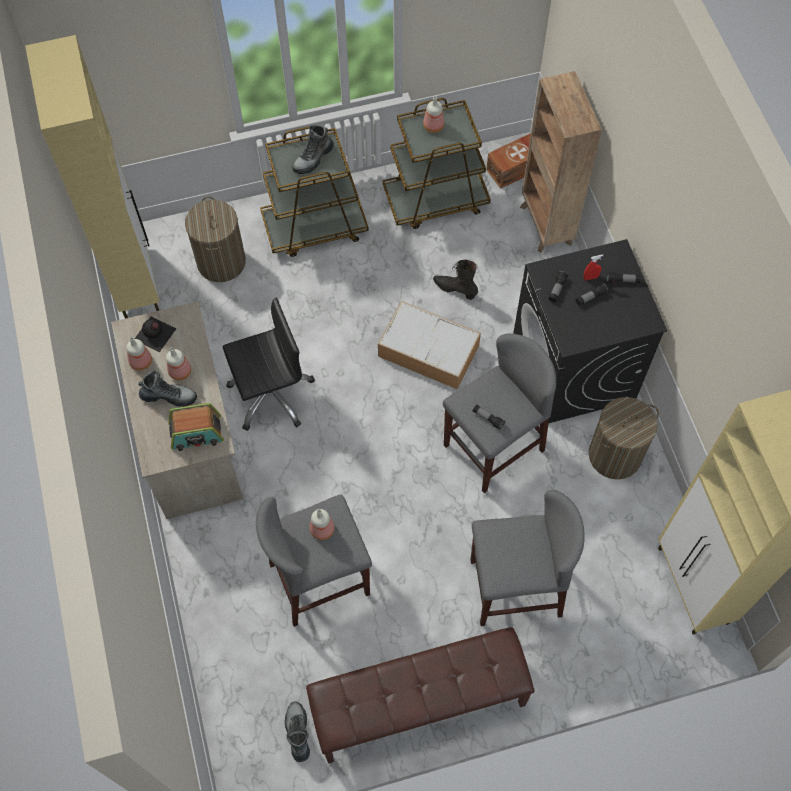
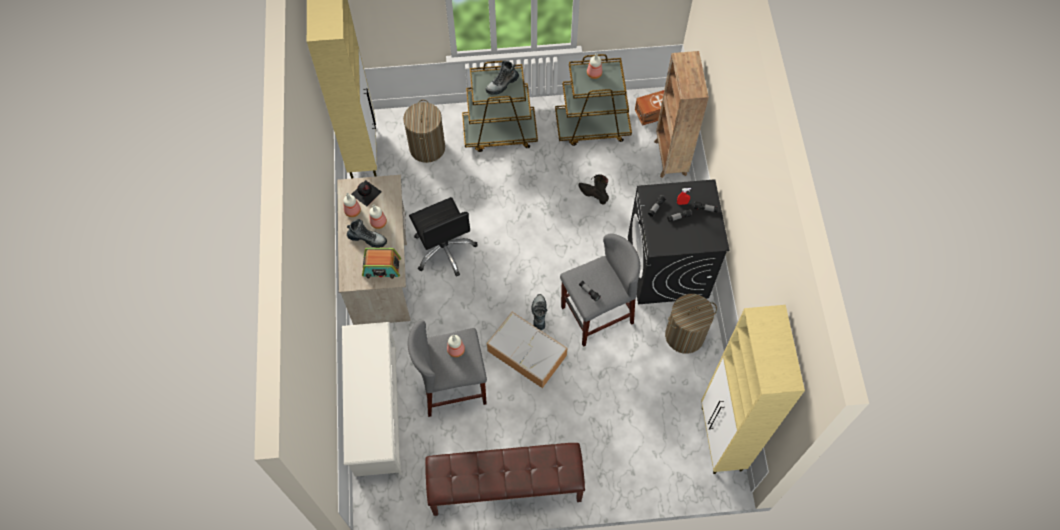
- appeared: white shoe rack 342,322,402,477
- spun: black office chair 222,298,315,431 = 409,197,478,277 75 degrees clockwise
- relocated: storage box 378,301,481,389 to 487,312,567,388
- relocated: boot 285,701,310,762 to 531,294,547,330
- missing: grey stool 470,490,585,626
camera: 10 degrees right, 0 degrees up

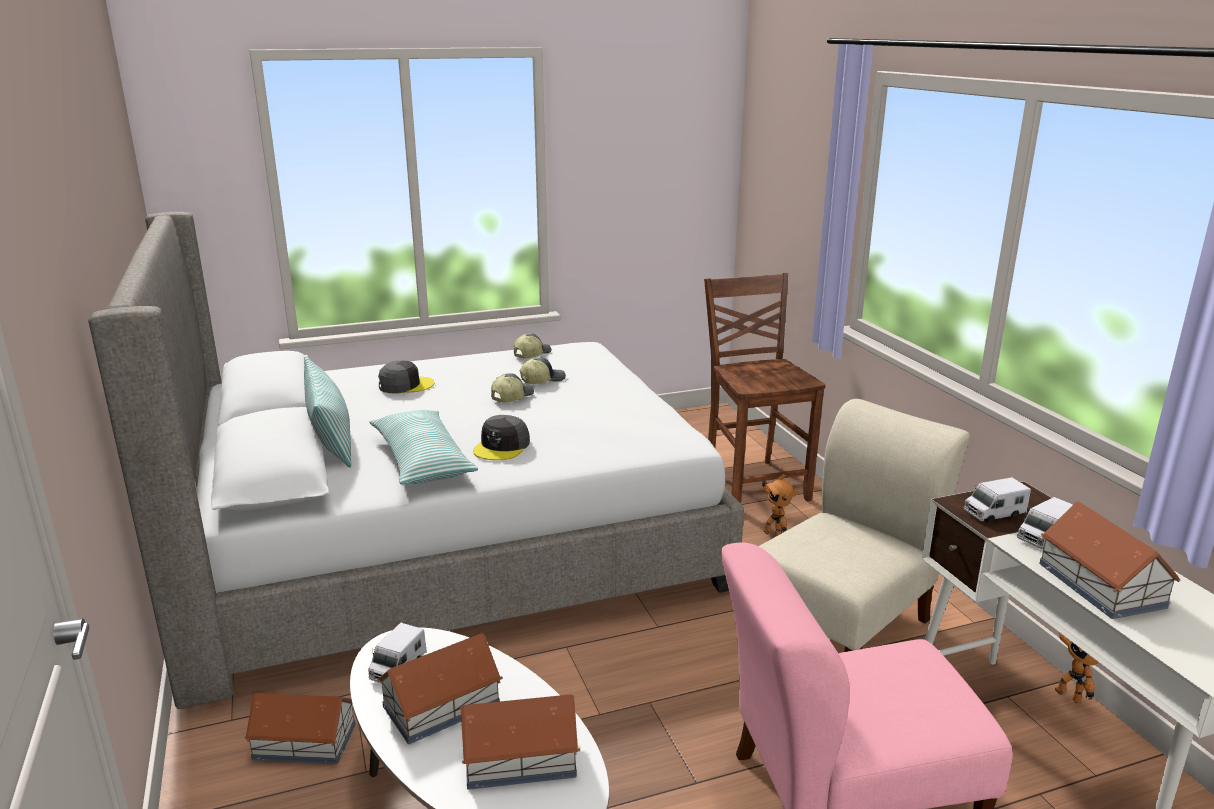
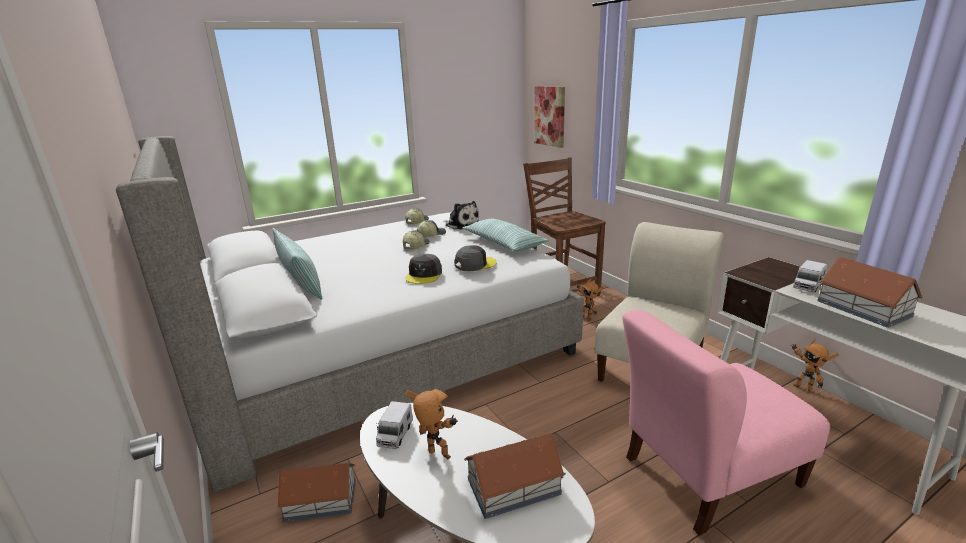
- exchanged: toy house 377,633,503,744 to toy robot 405,389,458,459
- appeared: plush toy 443,201,479,229
- relocated: grey cap 378,360,435,393 to 455,245,497,271
- relocated: pillow 369,410,478,484 to 463,219,549,252
- appeared: picture 534,86,565,148
- missing: toy truck 964,477,1031,522
camera: 10 degrees left, 0 degrees up

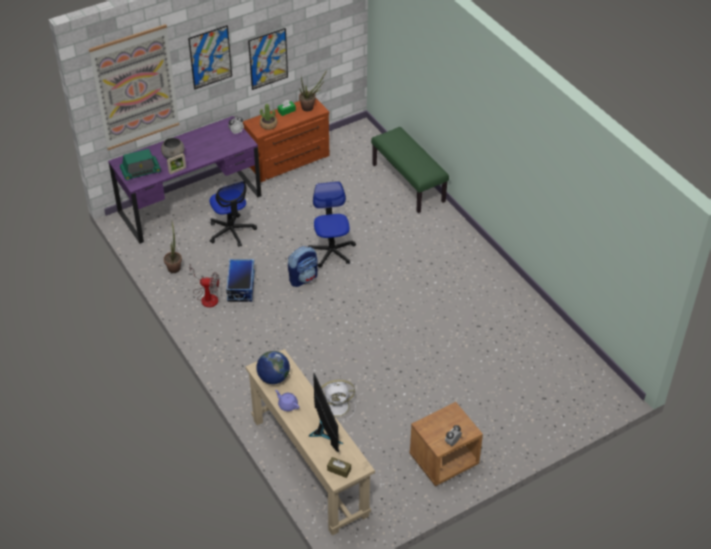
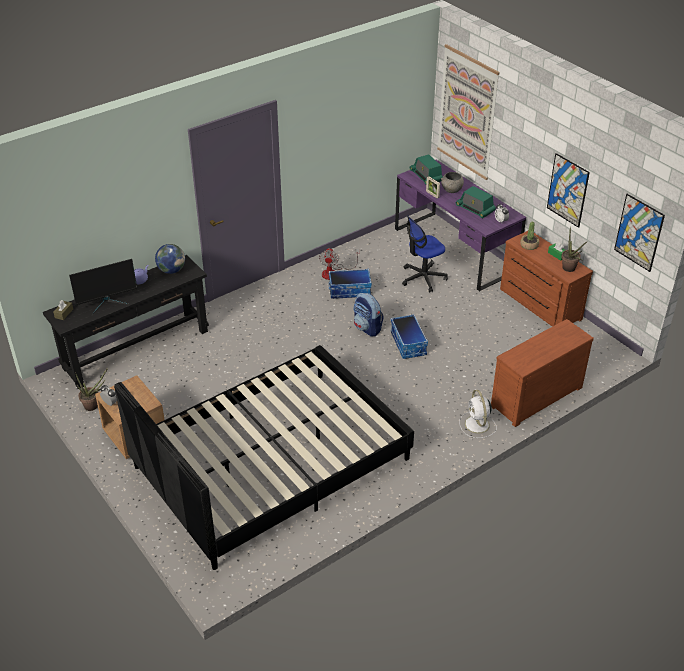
- colour: beige console table 245,349,375,536 to black console table 43,255,209,389
- relocated: potted plant 164,222,182,273 to 75,367,108,411
- appeared: black bed 114,345,414,570
- exchanged: office chair 308,181,356,268 to storage box 391,314,428,359
- appeared: radio 456,186,496,218
- relocated: white fan 321,380,355,420 to 460,390,496,438
- exchanged: green bench 371,127,449,213 to brown dresser 491,319,594,427
- relocated: picture 188,25,232,89 to 614,194,665,272
camera: 85 degrees right, 5 degrees down

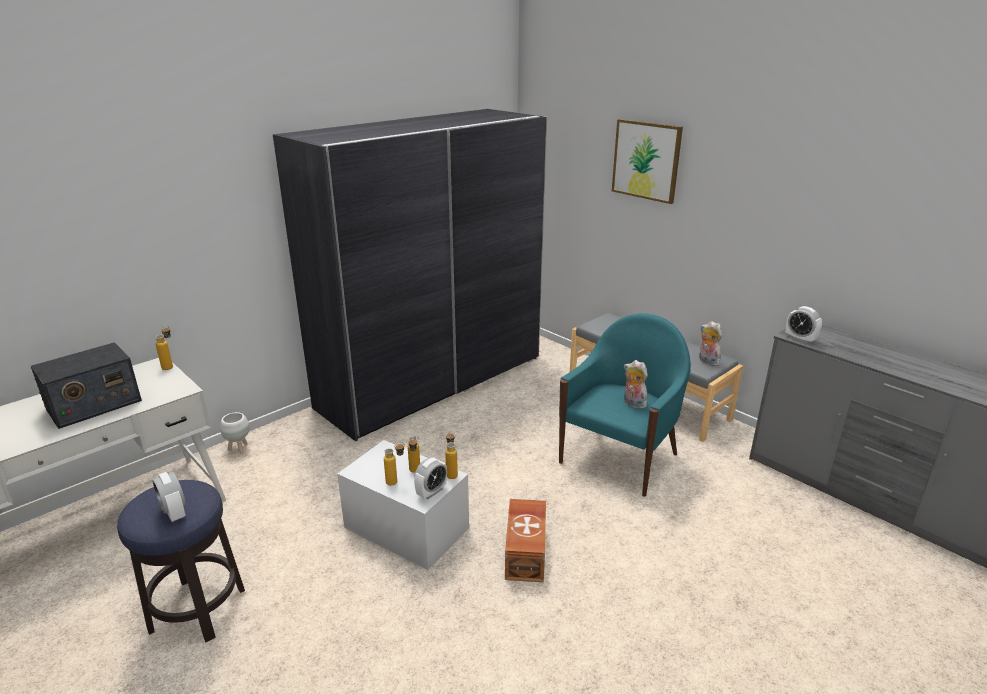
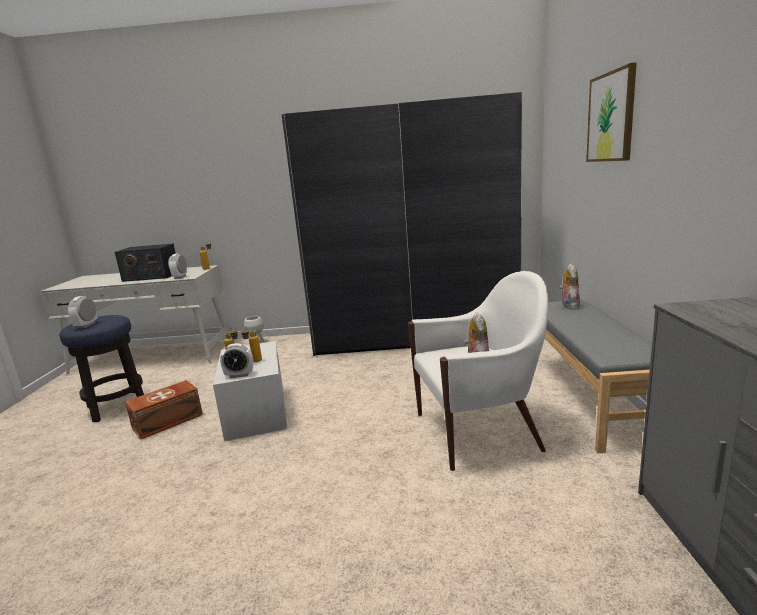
- relocated: brown storage box 505,499,546,582 to 125,380,203,440
- relocated: alarm clock 786,306,822,344 to 168,254,187,279
- colour: turquoise armchair 559,313,691,497 to white armchair 408,271,548,471
- relocated: plush toy 699,321,722,366 to 560,264,580,310
- missing: bottle 445,432,458,479
camera: 45 degrees right, 10 degrees down

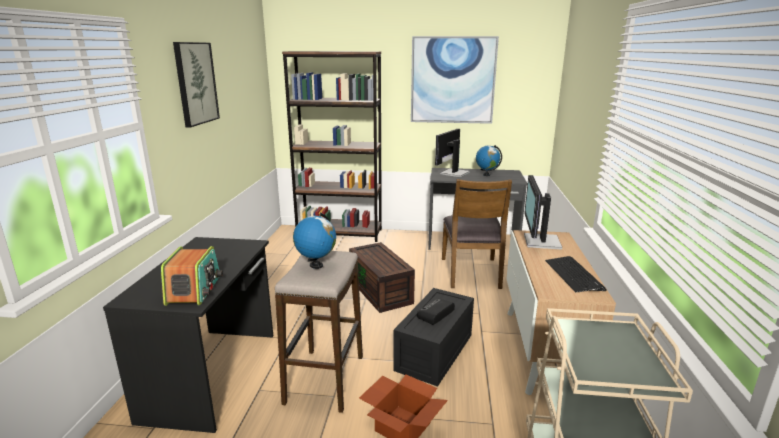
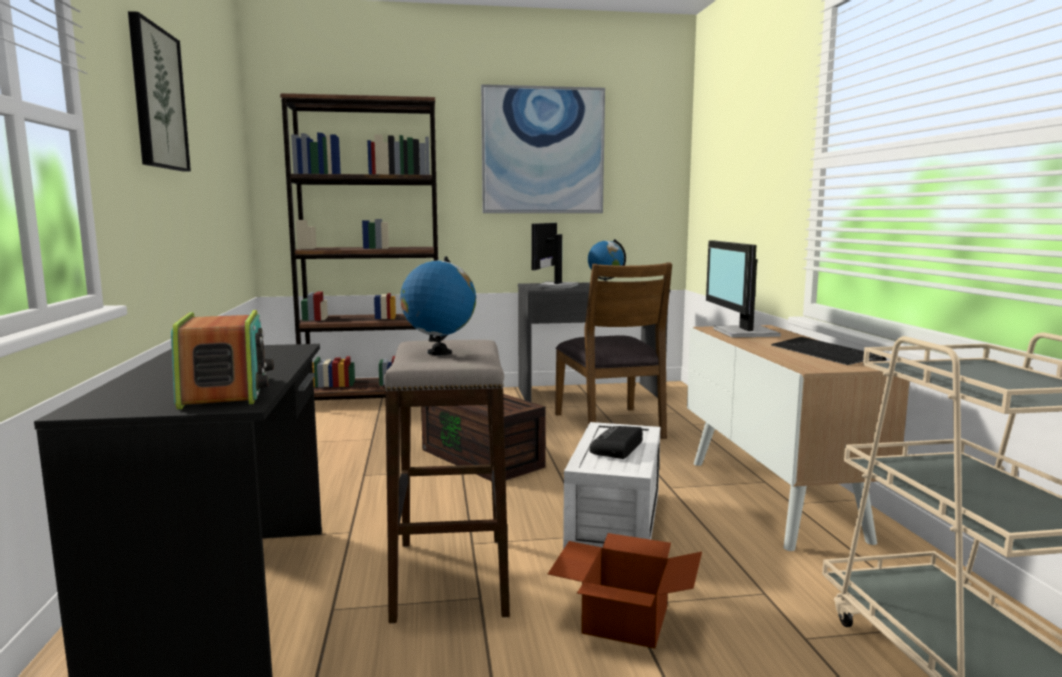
- colour: black storage box 393,288,474,387 to white storage box 563,422,660,549
camera: 15 degrees left, 10 degrees down

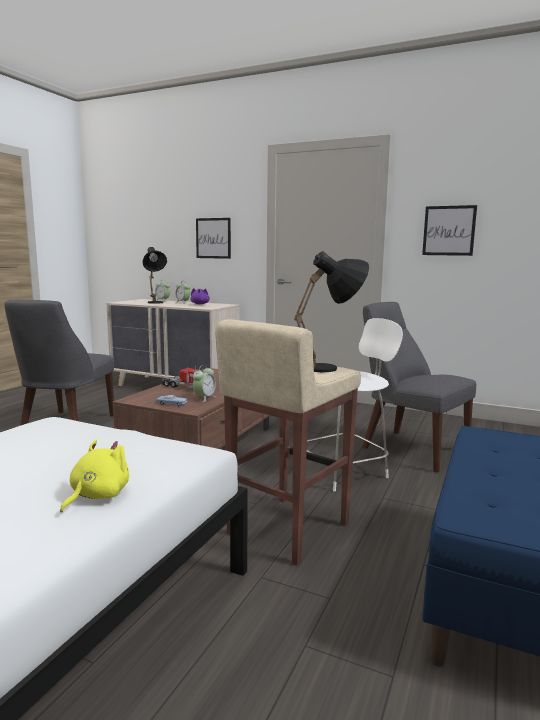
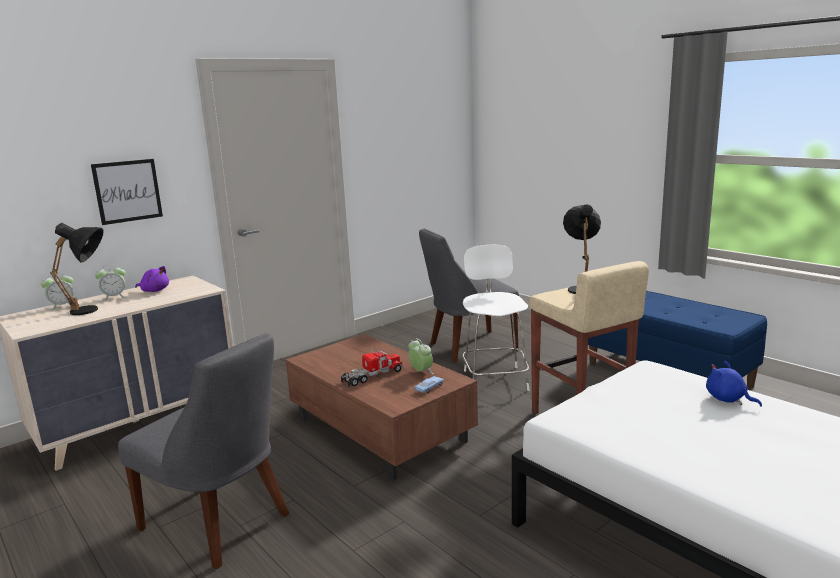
- colour: yellow plush toy 60,440,129,513 to blue plush toy 706,361,762,407
- missing: picture 422,205,477,256
camera: 65 degrees left, 5 degrees up

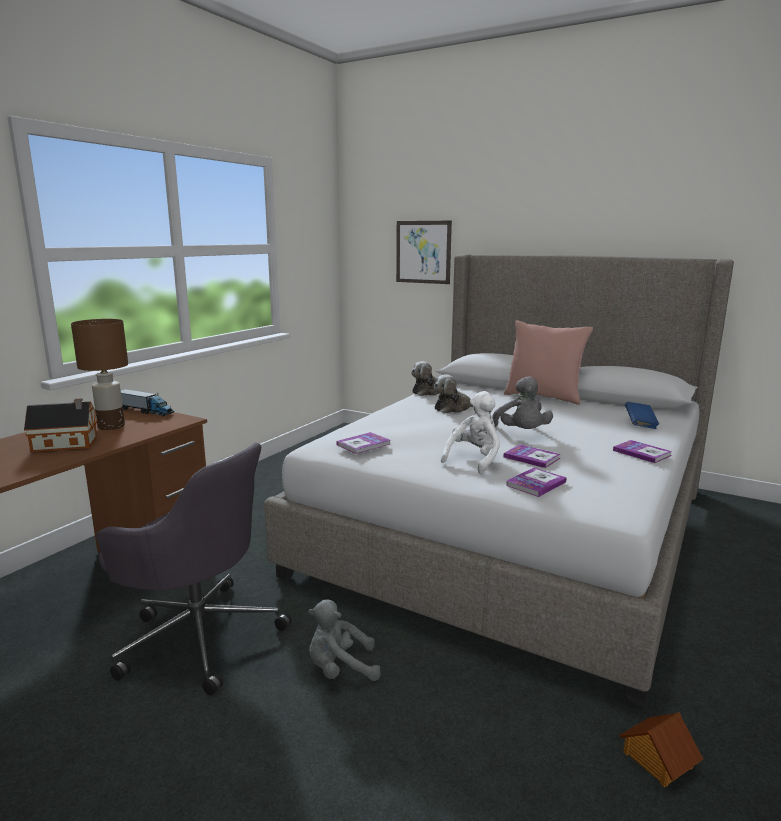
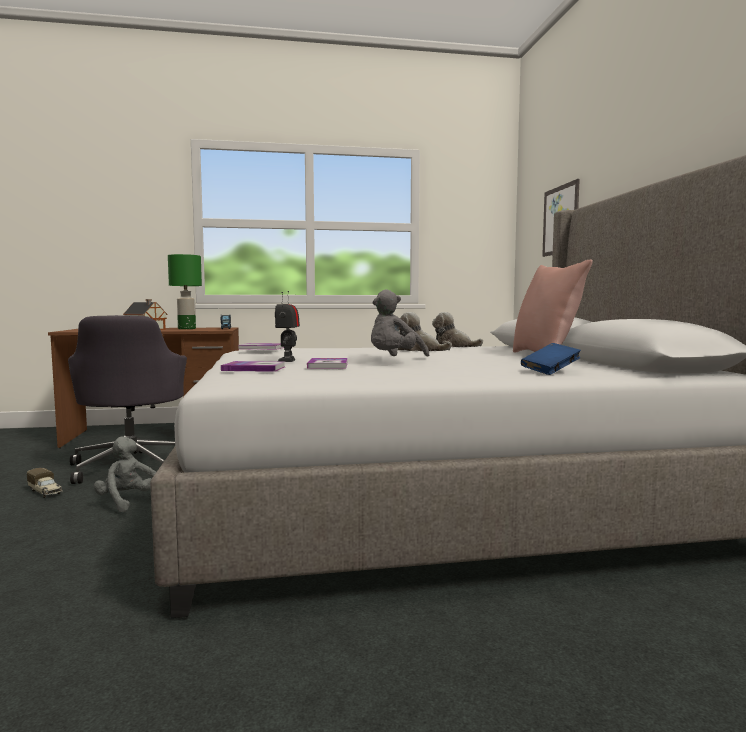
- appeared: toy truck 27,468,63,498
- colour: brown table lamp 71,319,128,430 to green table lamp 168,254,202,329
- exchanged: white plush toy 441,391,500,474 to toy robot 275,291,300,362
- missing: book 613,440,672,463
- missing: toy house 619,712,703,787
camera: 50 degrees right, 10 degrees down

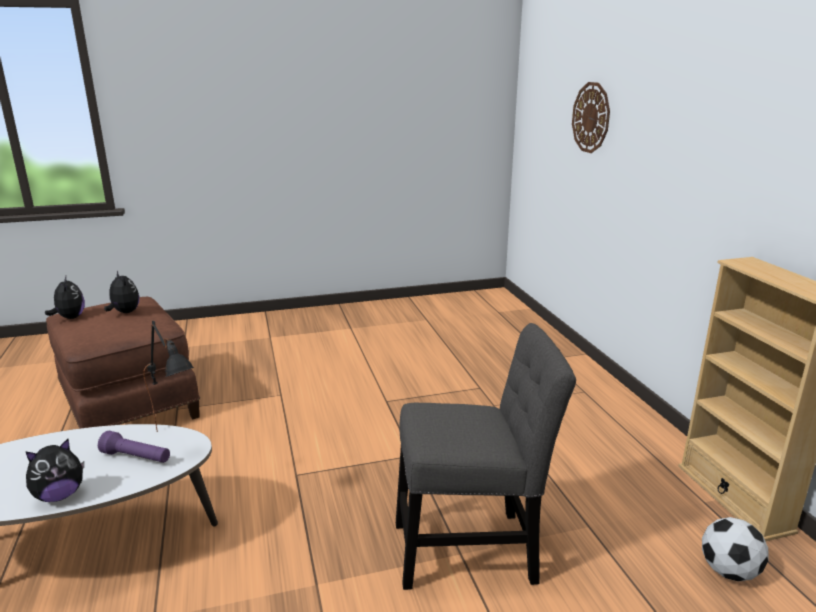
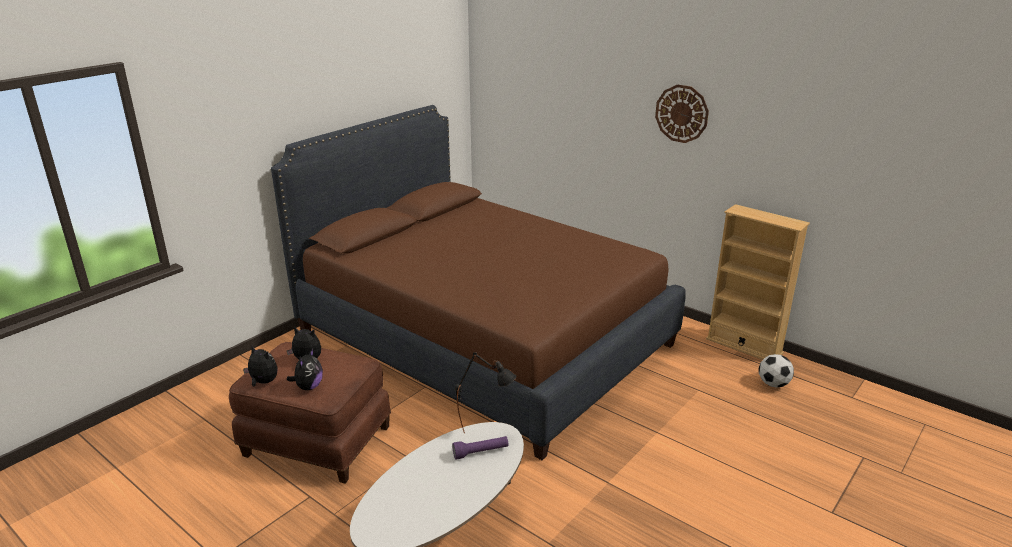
- appeared: brown bed 271,105,686,460
- relocated: plush toy 25,439,84,502 to 287,349,323,390
- relocated: wall clock 572,82,610,153 to 655,84,709,143
- missing: grey chair 396,323,576,590
camera: 35 degrees left, 5 degrees up

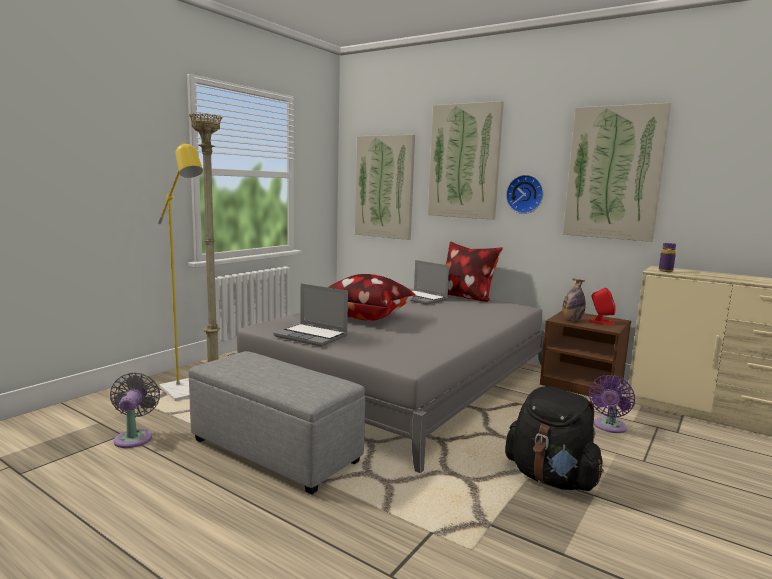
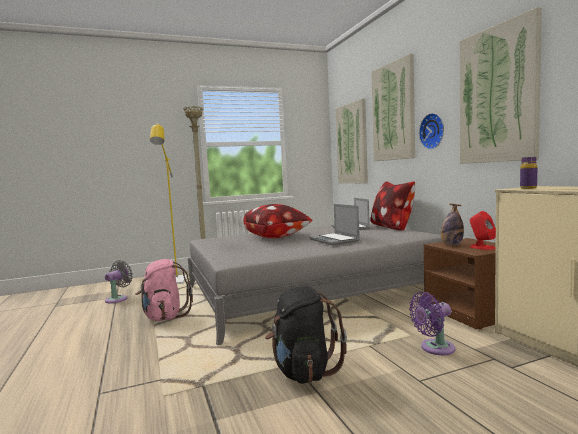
- exchanged: grey ottoman 188,351,365,495 to pink backpack 135,259,193,321
- relocated: laptop 274,283,348,347 to 309,204,360,245
camera: 35 degrees right, 5 degrees down

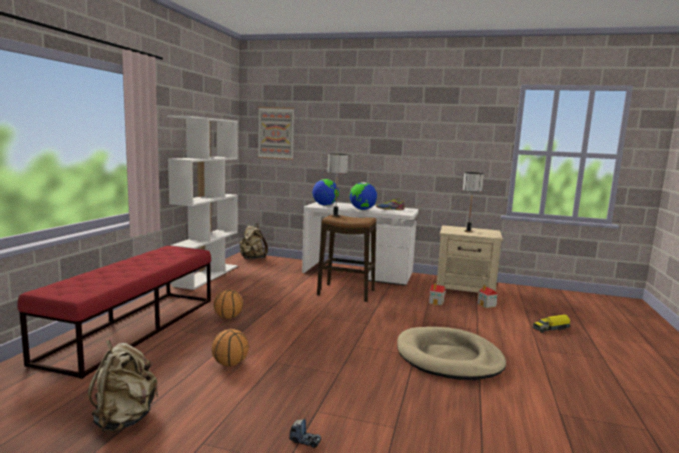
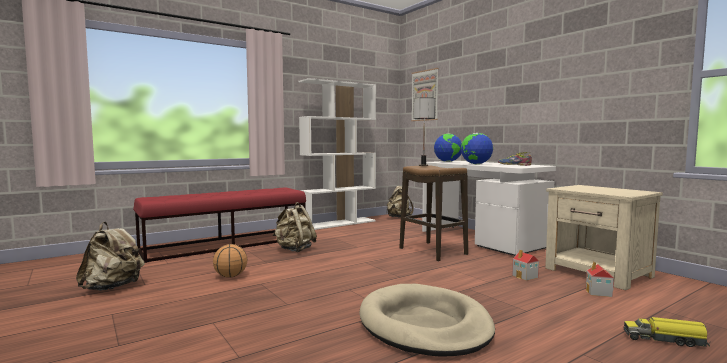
- exchanged: basketball 214,290,243,319 to beige backpack 273,202,317,252
- missing: toy truck 289,419,321,448
- missing: table lamp 463,172,484,233
camera: 40 degrees right, 5 degrees down

